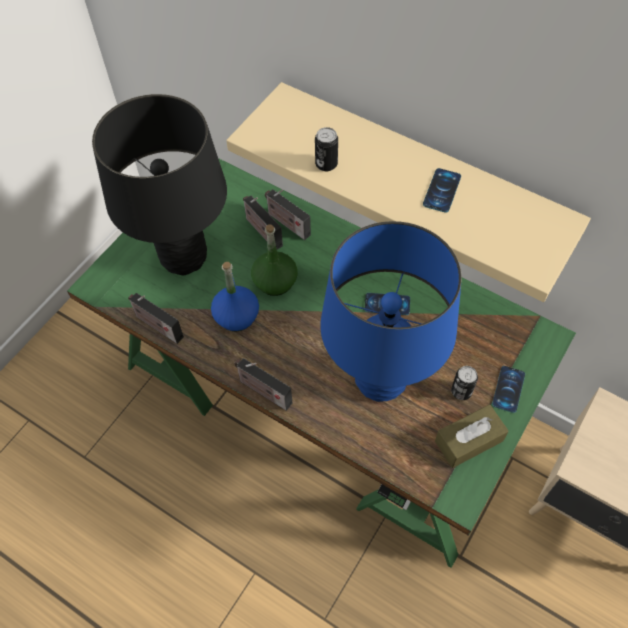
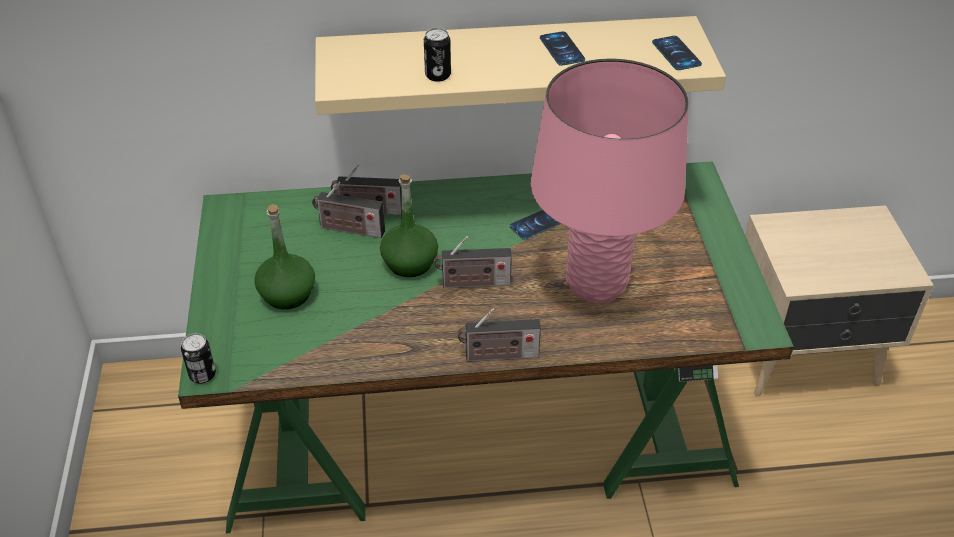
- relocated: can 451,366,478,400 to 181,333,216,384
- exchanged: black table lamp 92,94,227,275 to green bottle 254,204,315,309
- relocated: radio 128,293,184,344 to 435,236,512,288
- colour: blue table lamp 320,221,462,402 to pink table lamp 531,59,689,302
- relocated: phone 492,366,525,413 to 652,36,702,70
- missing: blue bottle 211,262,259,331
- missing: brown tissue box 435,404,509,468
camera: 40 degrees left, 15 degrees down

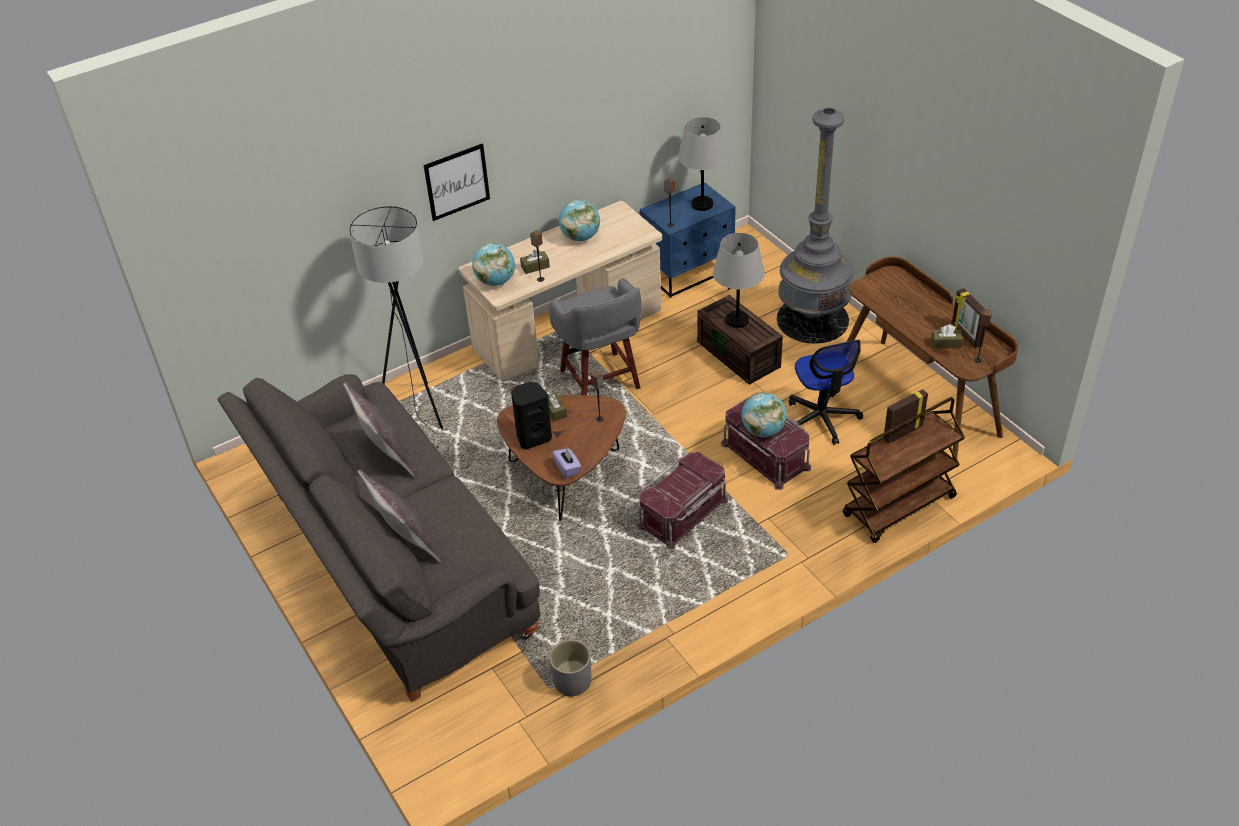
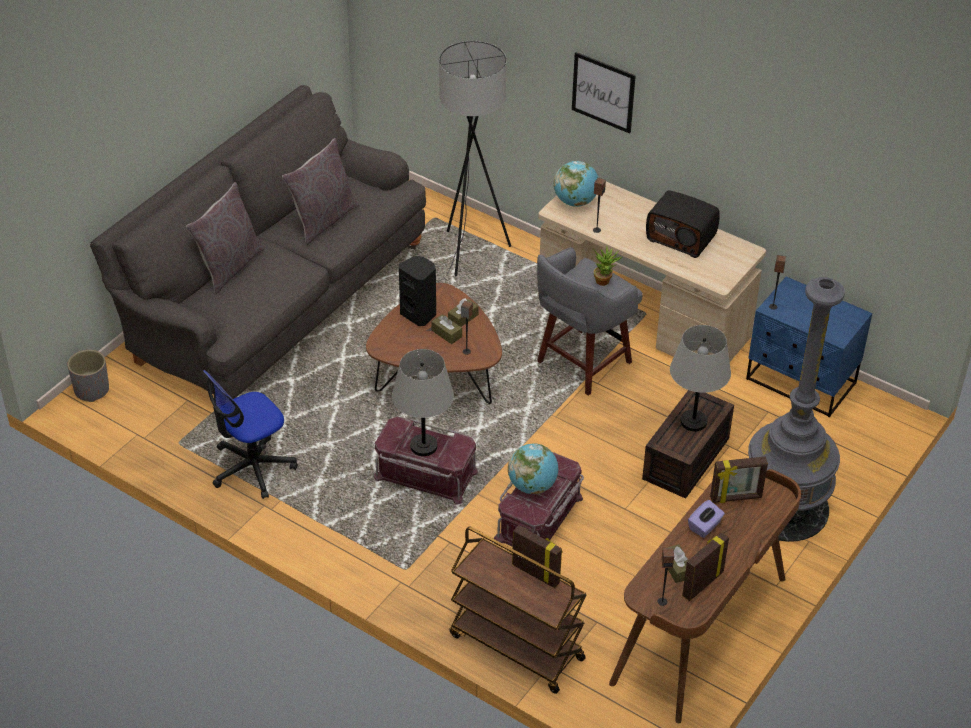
- relocated: grey planter 549,639,591,697 to 67,350,109,402
- relocated: office chair 789,340,863,445 to 203,370,298,499
- relocated: grey table lamp 678,117,727,211 to 392,349,454,456
- relocated: brown tissue box 520,250,550,274 to 431,314,462,344
- appeared: potted plant 592,246,622,286
- exchanged: globe 559,200,600,241 to radio 646,190,720,258
- relocated: purple tissue box 552,448,581,478 to 688,500,725,538
- appeared: picture frame 710,457,768,503
camera: 65 degrees right, 0 degrees up

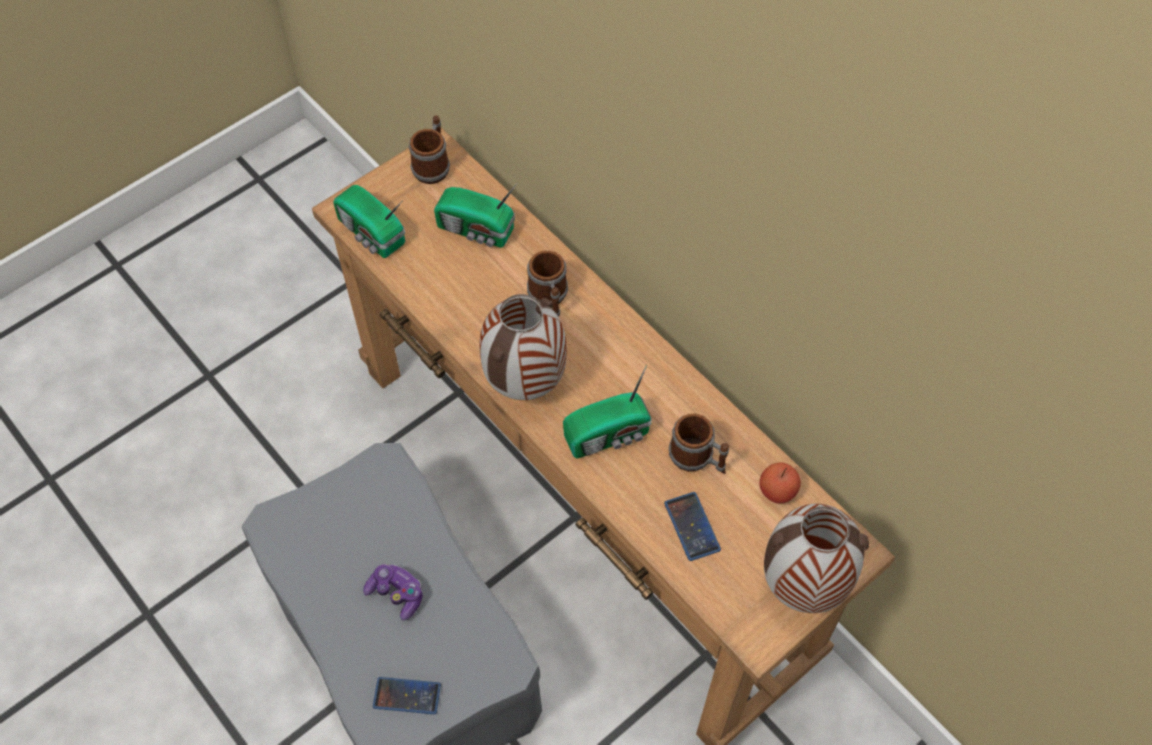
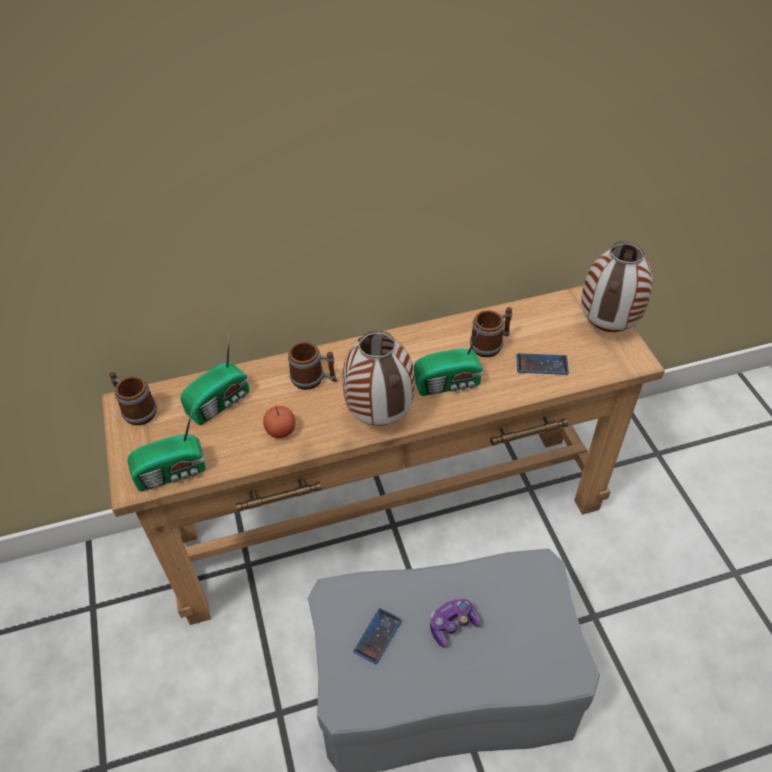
- relocated: apple 759,462,801,504 to 263,406,295,438
- relocated: phone 373,677,441,714 to 353,608,402,664
- spun: radio 563,365,652,459 = 414,323,483,396 75 degrees clockwise
camera: 65 degrees left, 10 degrees down

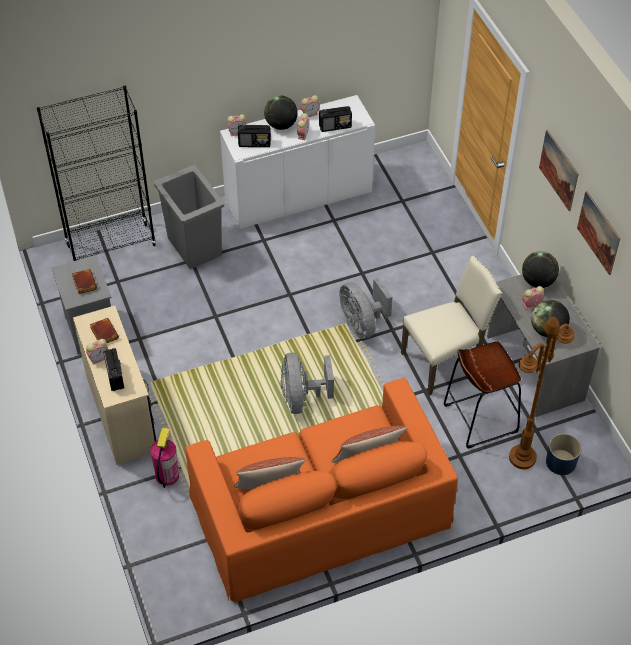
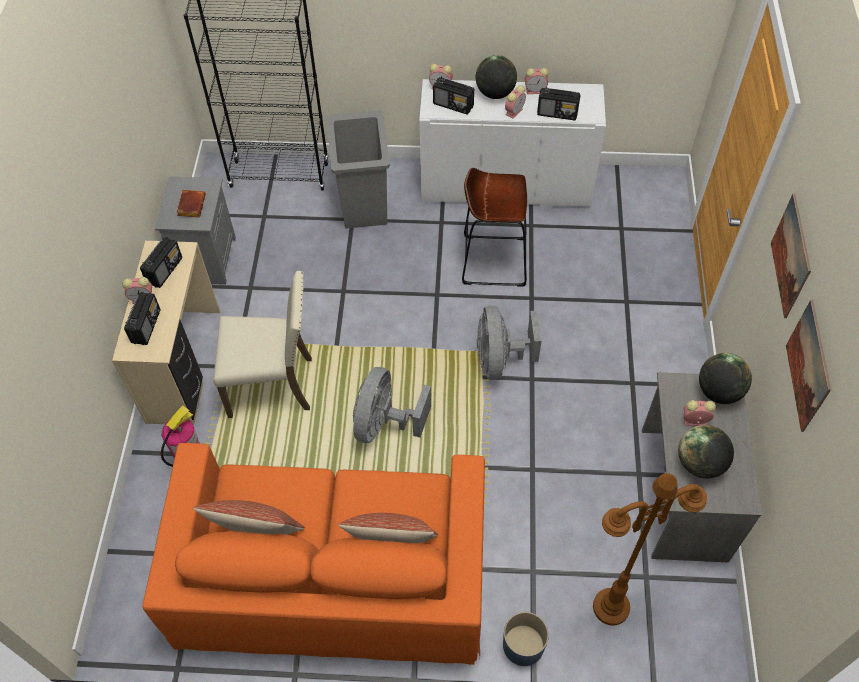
- exchanged: brown book 90,318,119,343 to radio 140,237,182,288
- relocated: beige chair 401,256,503,396 to 213,271,312,418
- relocated: brown stool 444,341,521,449 to 462,168,527,287
- relocated: blue planter 546,434,581,475 to 503,612,549,666
camera: 25 degrees right, 5 degrees up

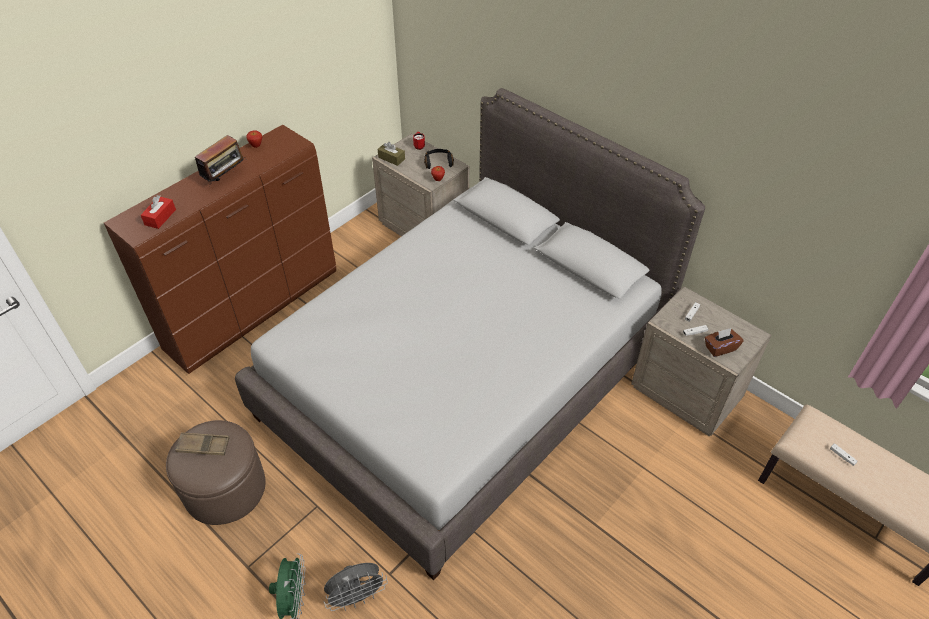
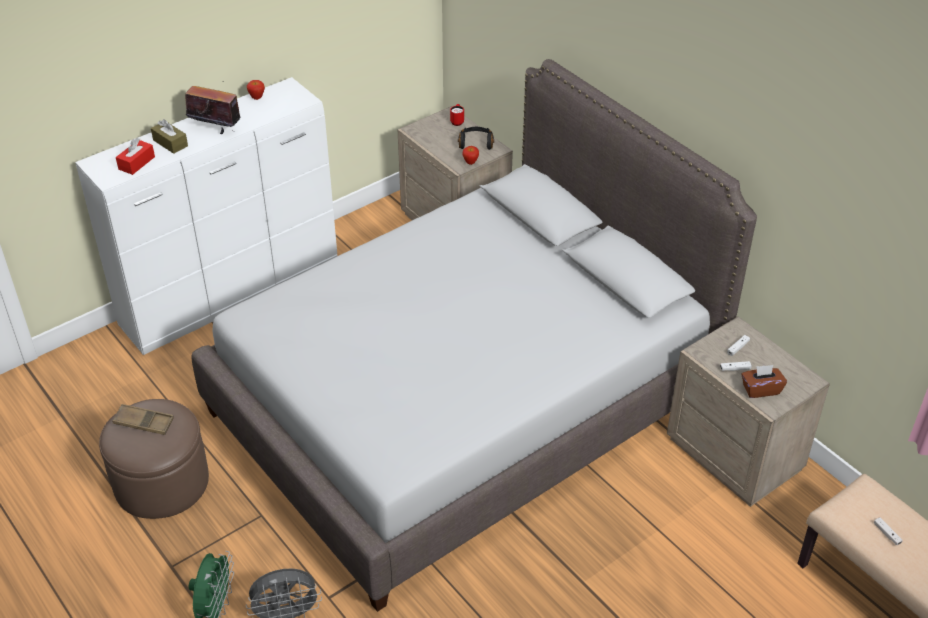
- colour: brown dresser 104,125,336,374 to white dresser 75,77,338,355
- relocated: brown tissue box 378,142,405,166 to 151,119,188,154
- spun: radio 191,135,244,185 = 185,81,240,134 120 degrees counterclockwise
camera: 10 degrees right, 5 degrees down

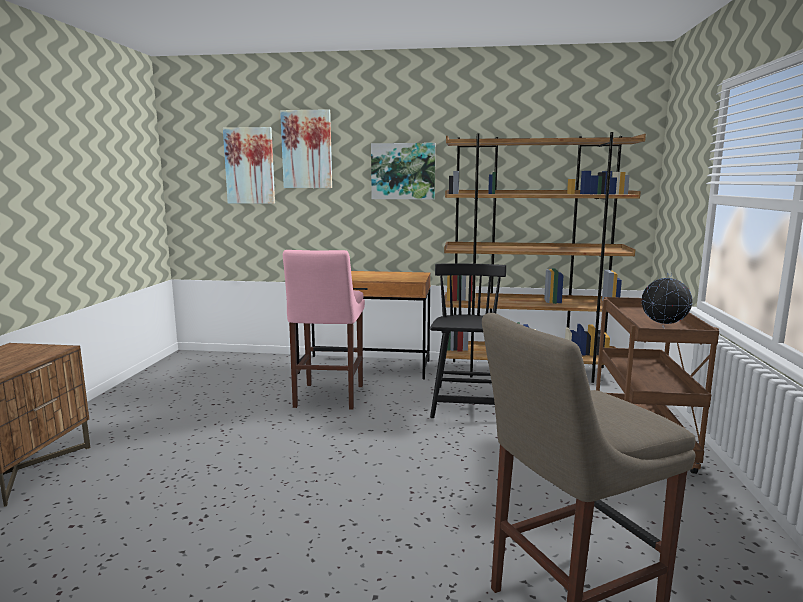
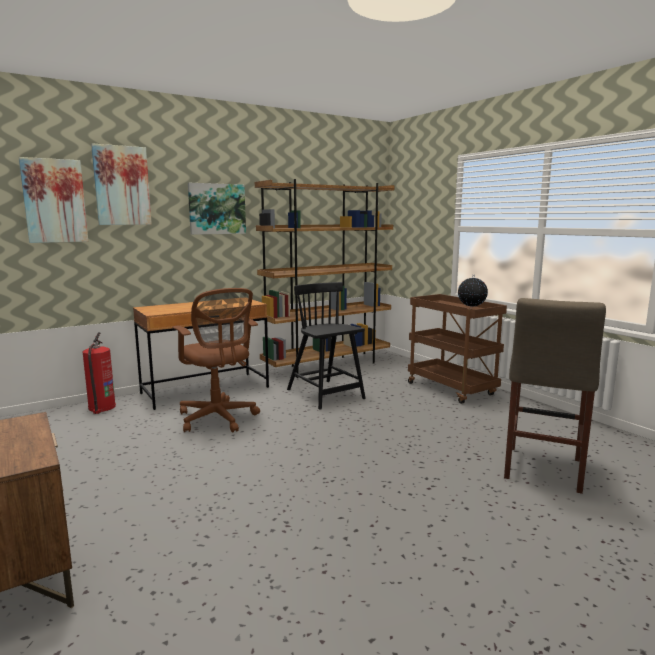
- appeared: fire extinguisher 83,332,116,414
- exchanged: pink stool 283,250,365,410 to brown office chair 172,288,260,432
camera: 40 degrees left, 0 degrees up

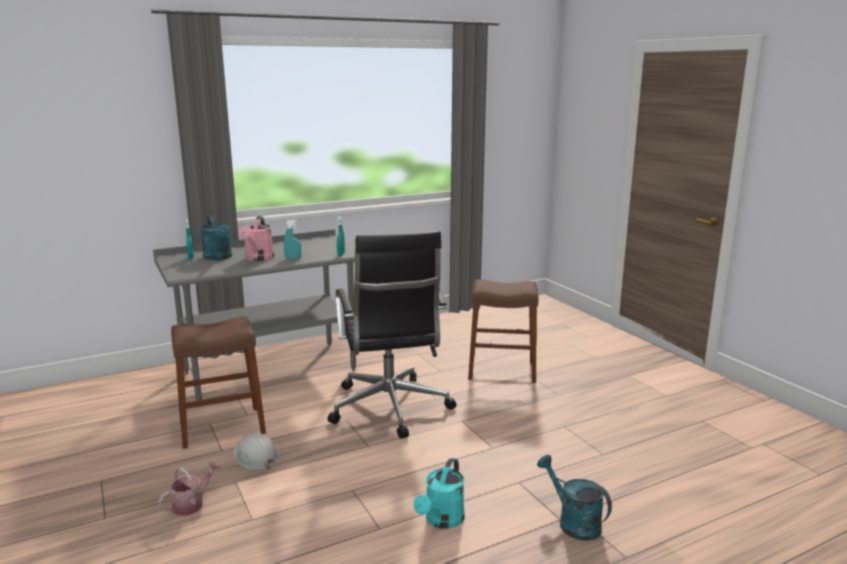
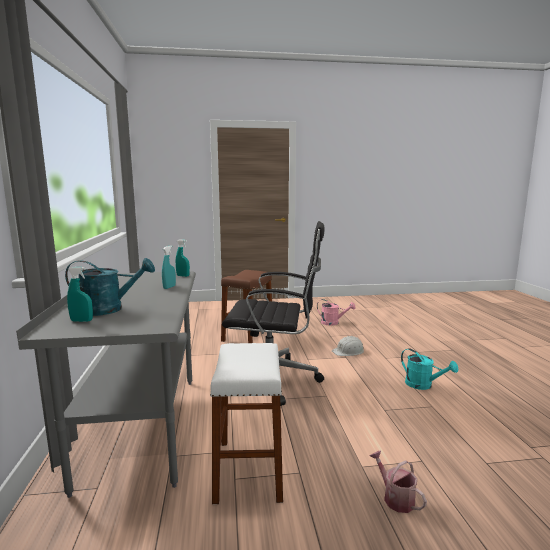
- colour: brown stool 171,316,266,449 to white stool 210,343,283,504
- relocated: pink watering can 239,216,274,261 to 317,299,355,325
- relocated: white hard hat 233,433,279,470 to 332,336,364,356
- missing: turquoise watering can 537,455,612,541
camera: 70 degrees left, 5 degrees down

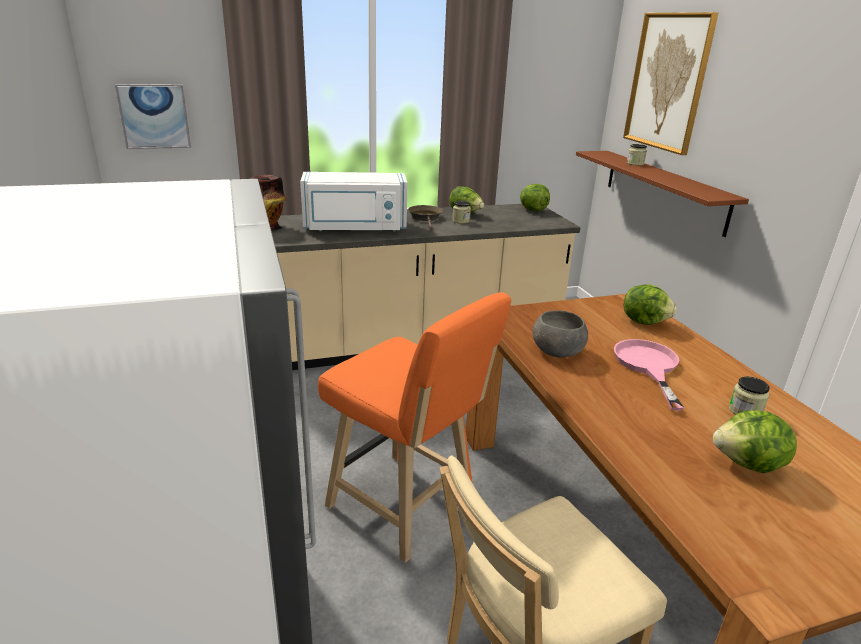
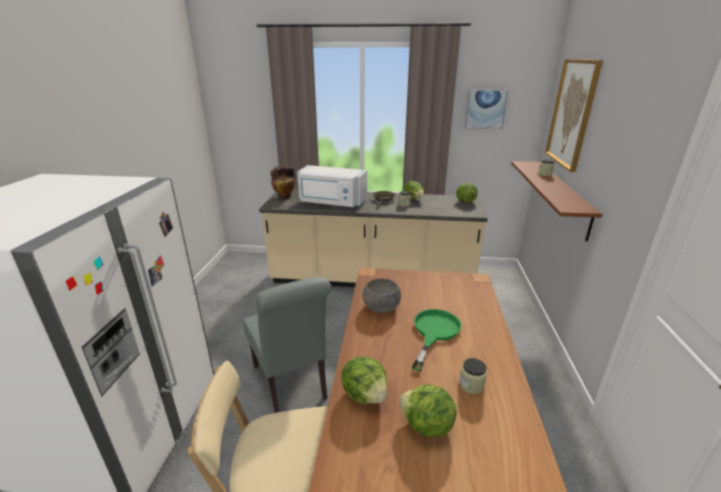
- exchanged: orange stool 318,292,511,563 to grey chair 243,277,331,413
- relocated: lettuce 624,284,677,325 to 341,356,387,404
- colour: pink frying pan 614,339,684,411 to green frying pan 412,309,461,371
- relocated: picture 115,84,191,149 to 465,89,508,129
camera: 25 degrees right, 0 degrees up

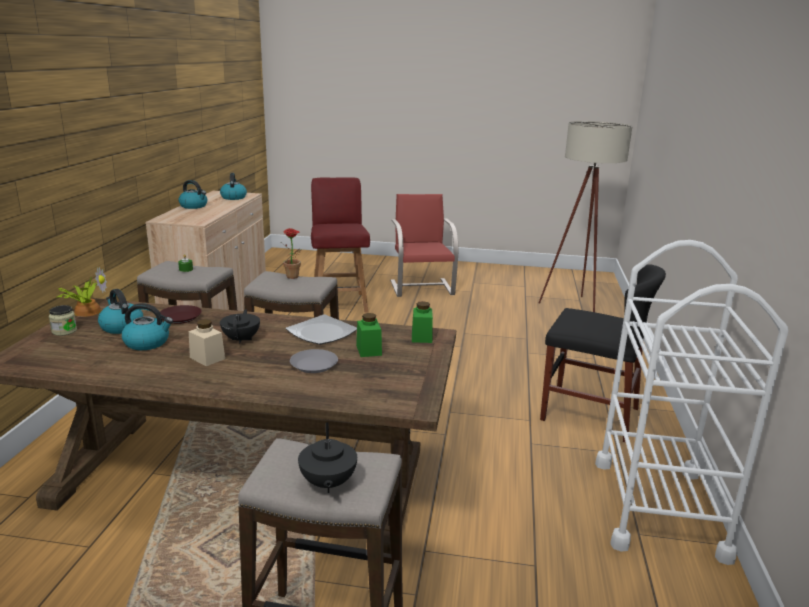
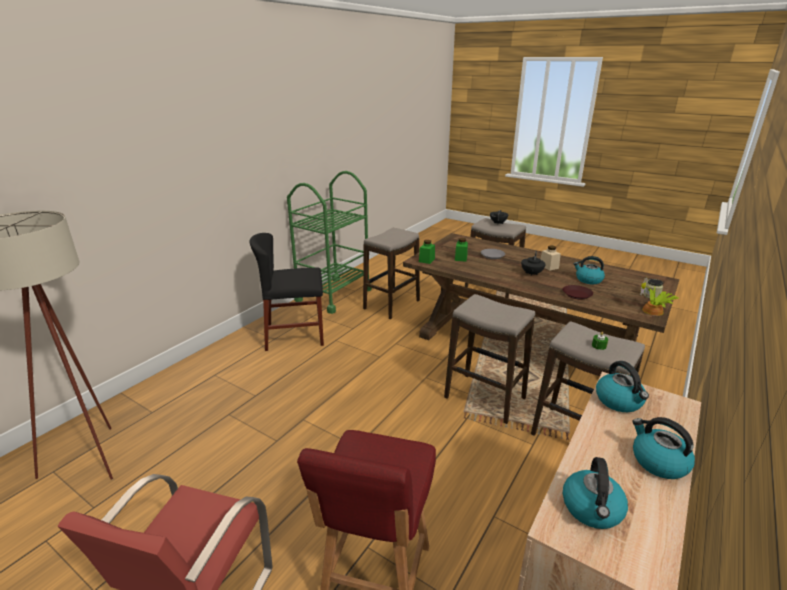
- spun: black chair 540,264,666,443 = 249,233,324,351 60 degrees counterclockwise
- colour: white cart 595,240,788,565 to green cart 287,171,372,314
- appeared: stool 363,228,420,319
- relocated: kettle 98,289,143,334 to 596,361,649,412
- missing: potted plant 281,228,302,279
- missing: plate 286,314,357,345
camera: 155 degrees left, 5 degrees up

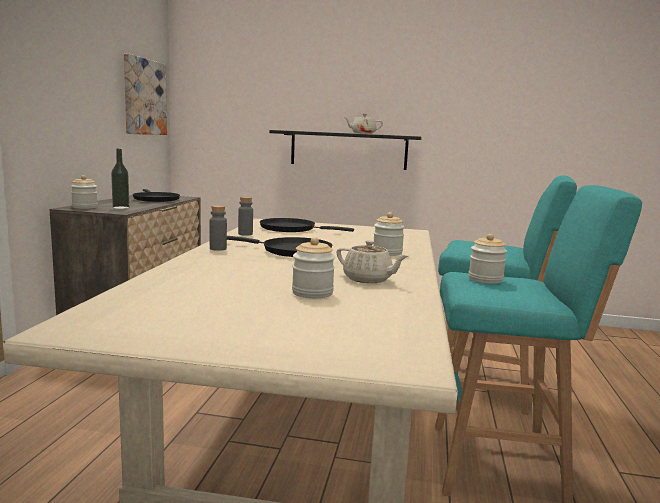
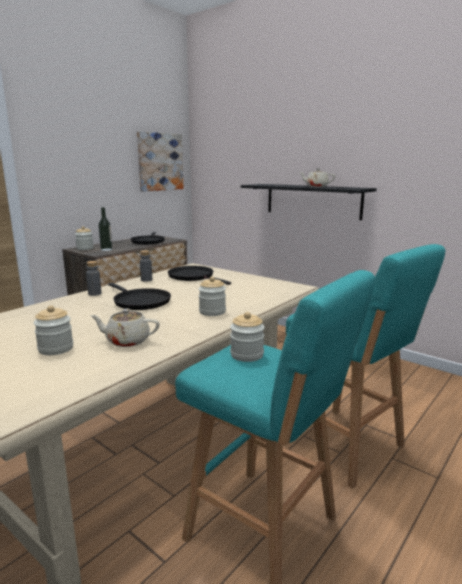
- spun: beige teapot 337,241,408,283 = 90,309,160,347 120 degrees clockwise
camera: 30 degrees right, 5 degrees up

